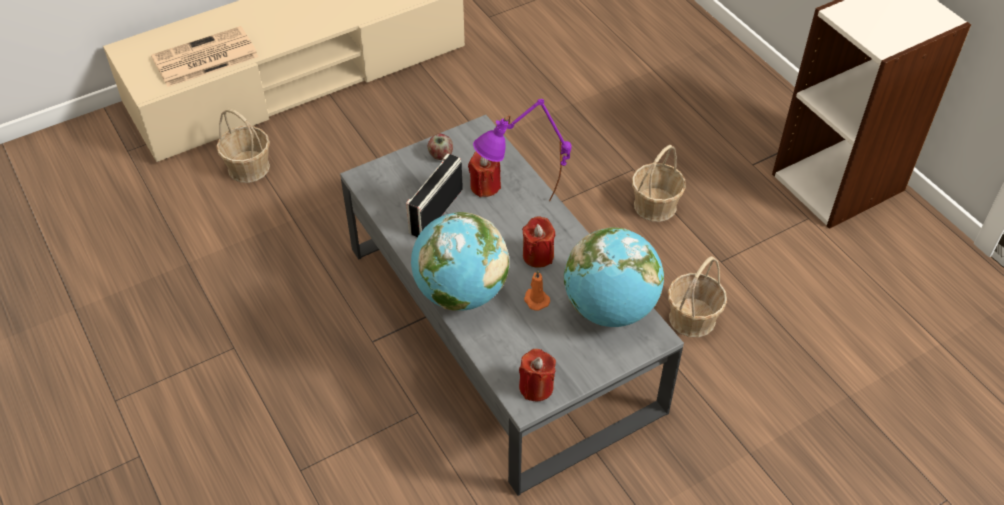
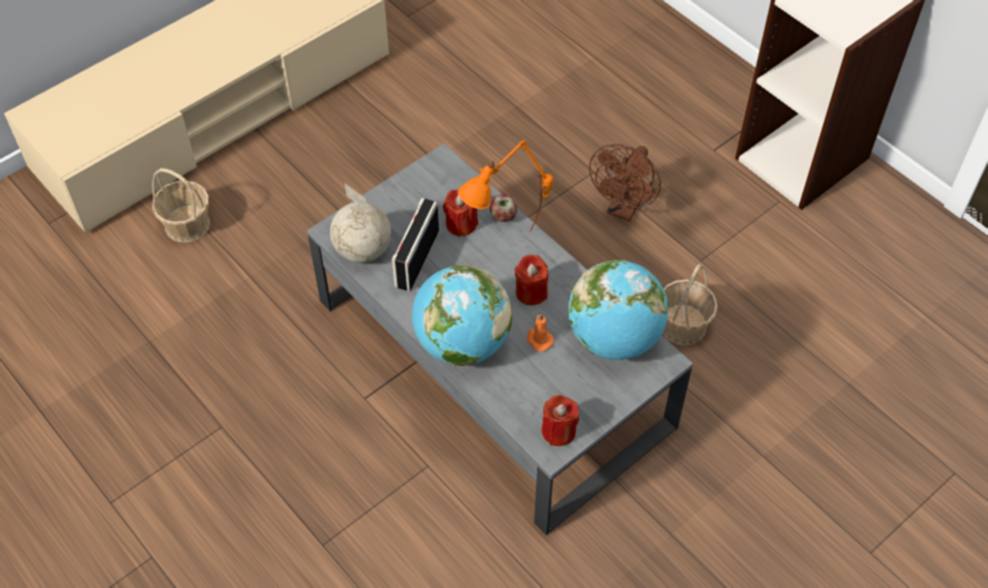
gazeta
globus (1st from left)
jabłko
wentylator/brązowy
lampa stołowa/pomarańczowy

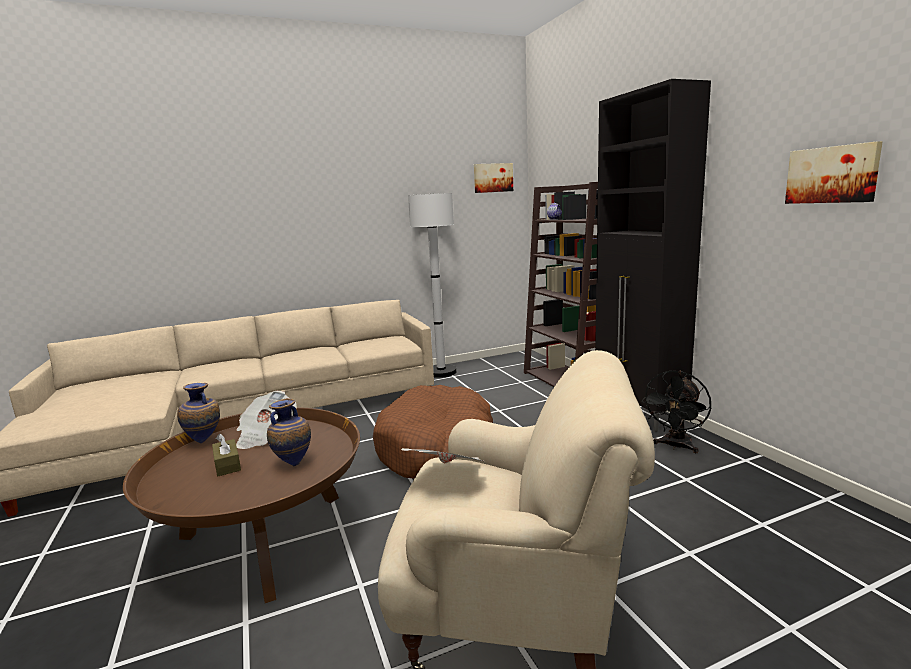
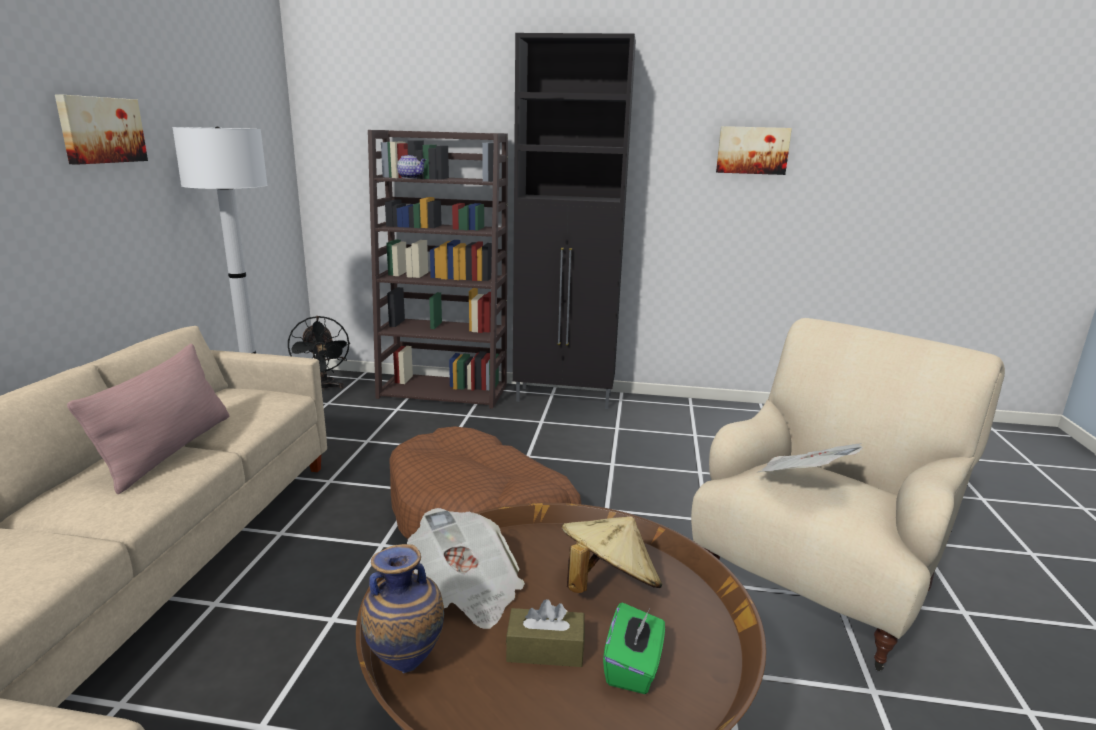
poduszka/różowy
pudełko chusteczek/zielony
obraz (1st from left)
wentylator/czarny
kapelusz/beżowy

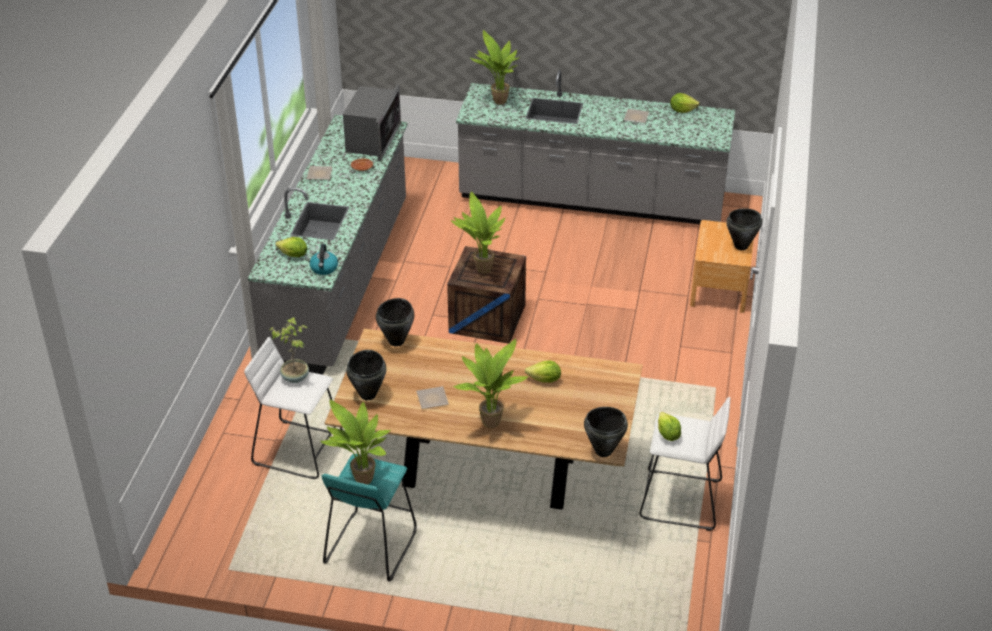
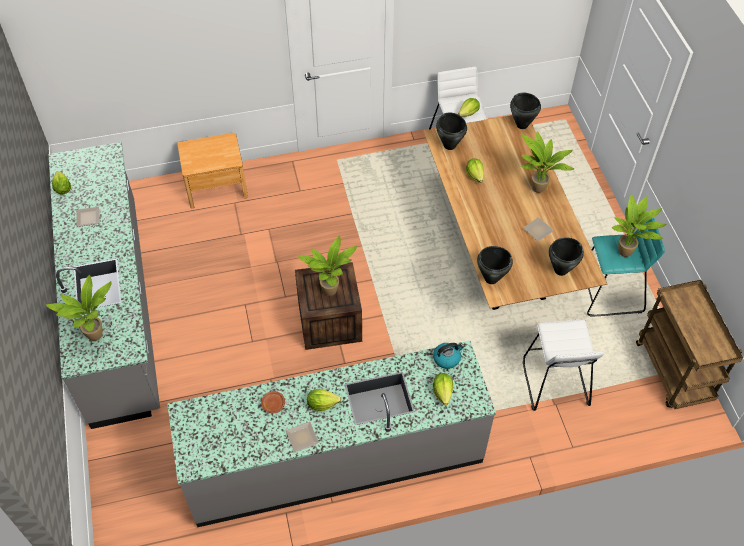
roślina doniczkowa (1st from left in the first image)
mikrofalówka
sałata (2nd from left)
wózek/brązowy
garnek/czarny (1st from left)

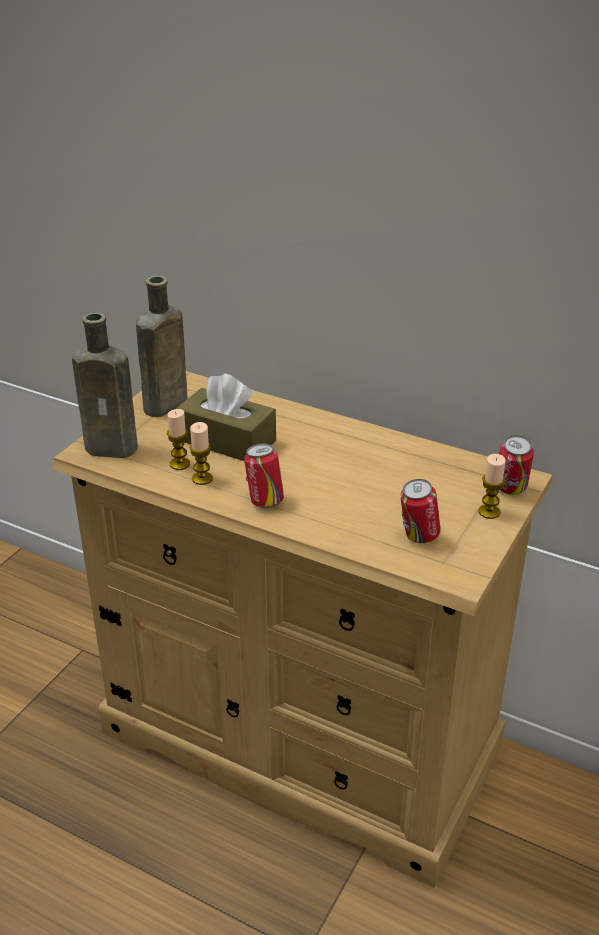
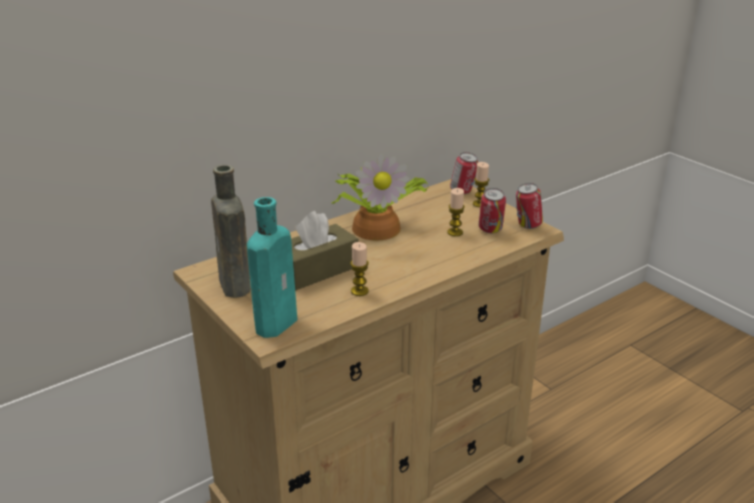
roślina doniczkowa
świeca (2nd from left)
puszka (3rd from left)
butelka/turkusowy

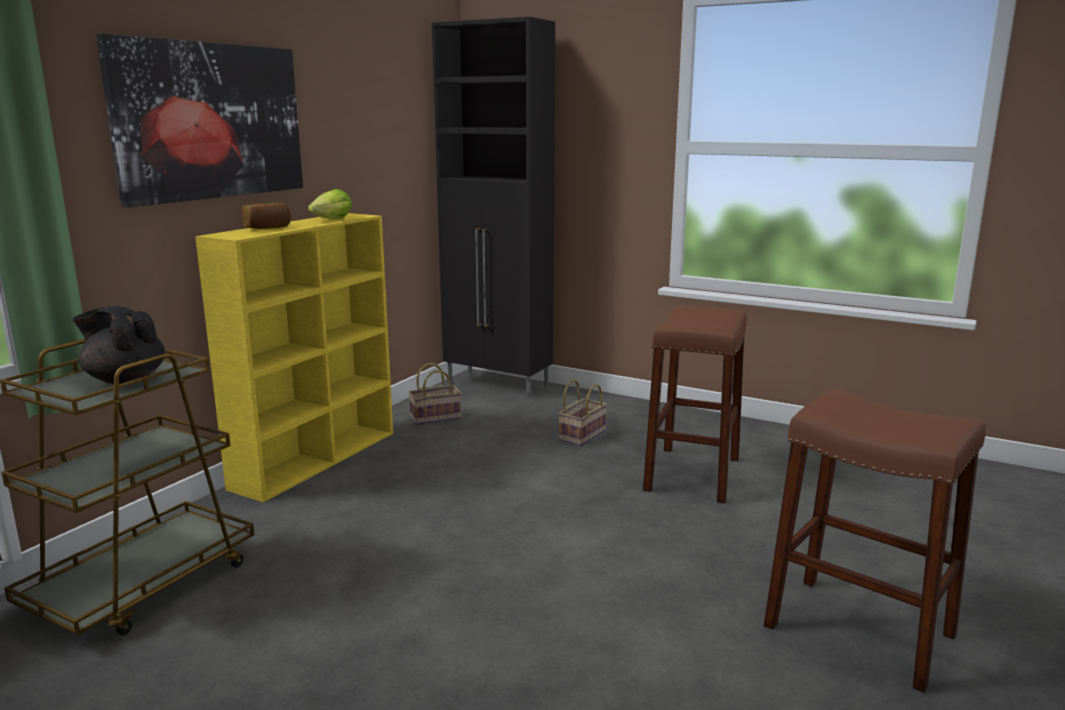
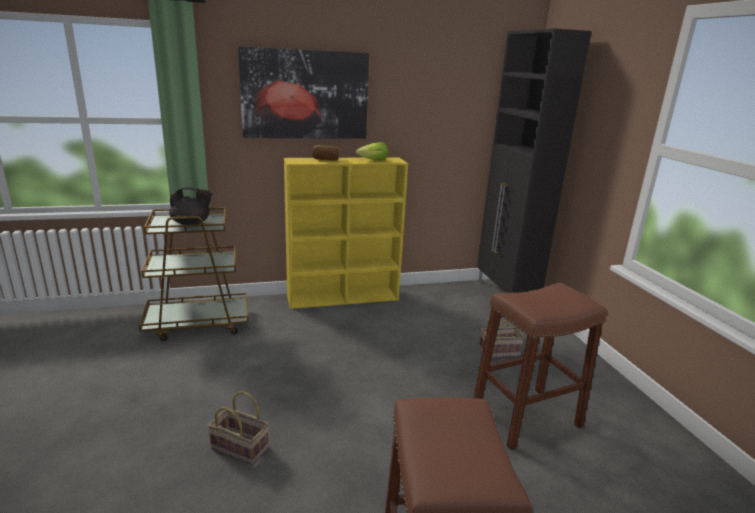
koszyk (1st from left)
imbryk/czarny

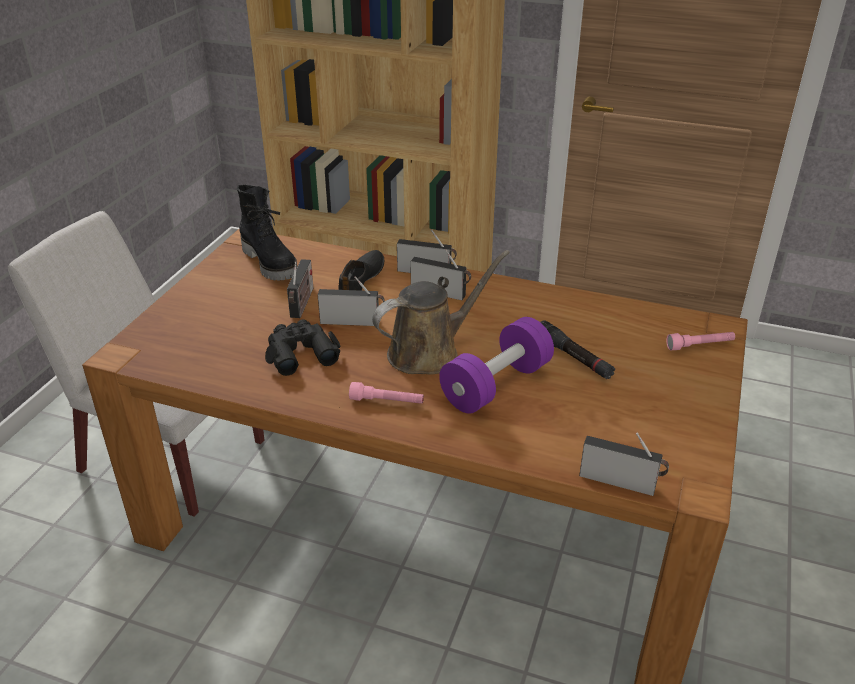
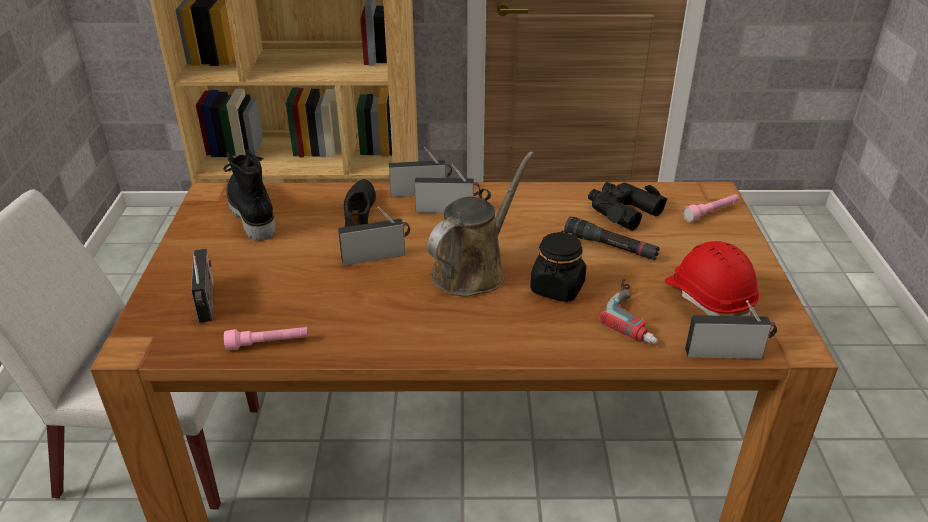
wiertarka
kask/czerwony
lornetka/czarny
radio (1st from left)
latarka/różowy (1st from left)
słoik/czarny
but z cholewką/czarny

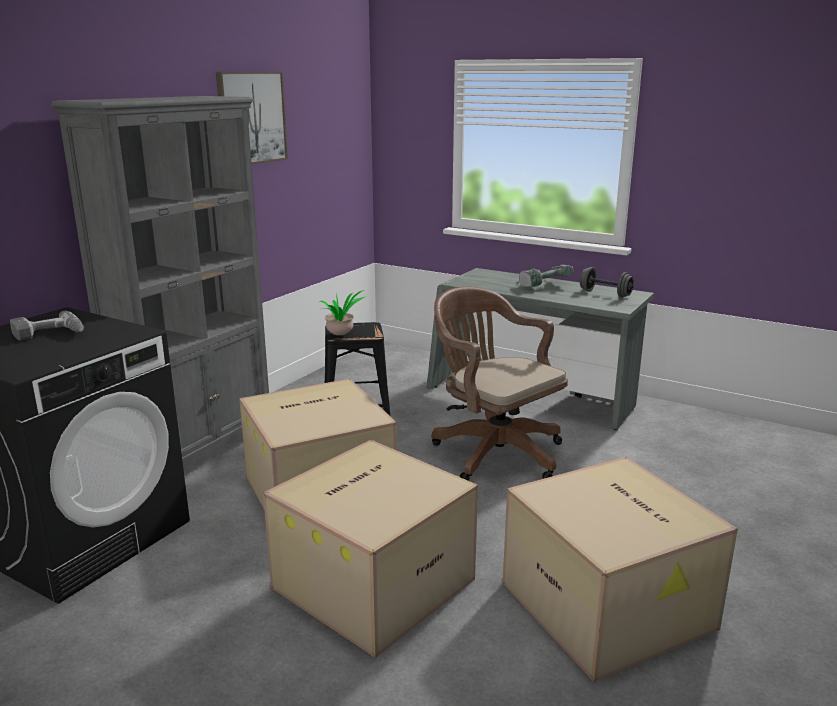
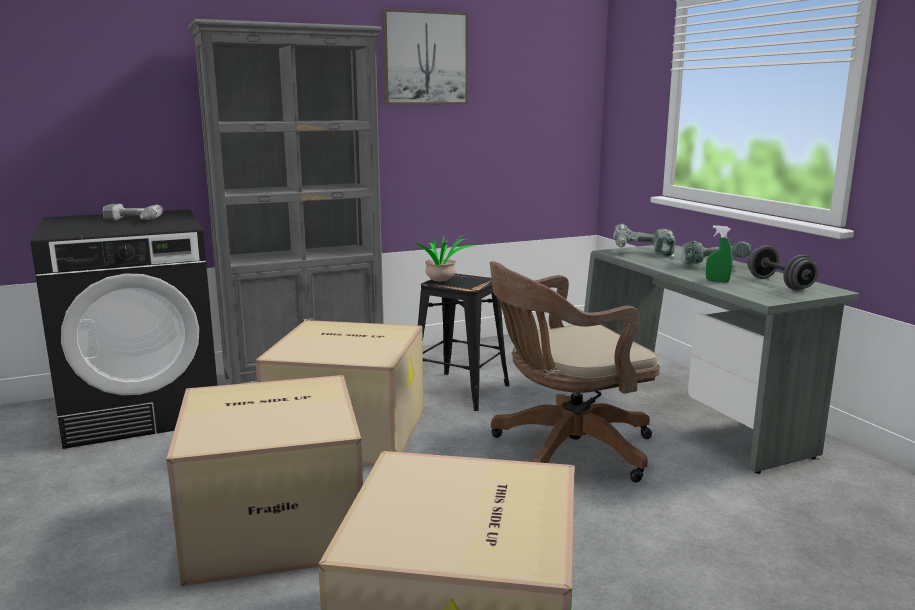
wiertarka (2nd from left)
spryskiwacz/zielony
krzesło biurowe/brązowy

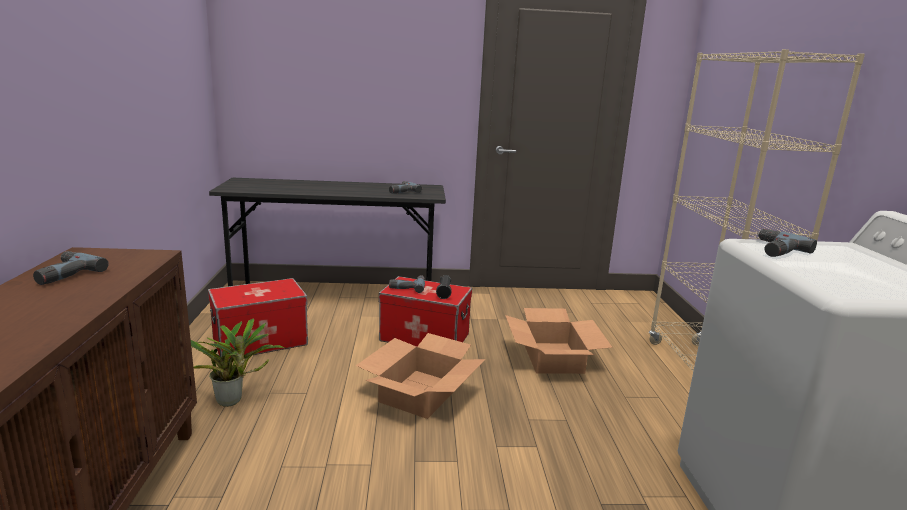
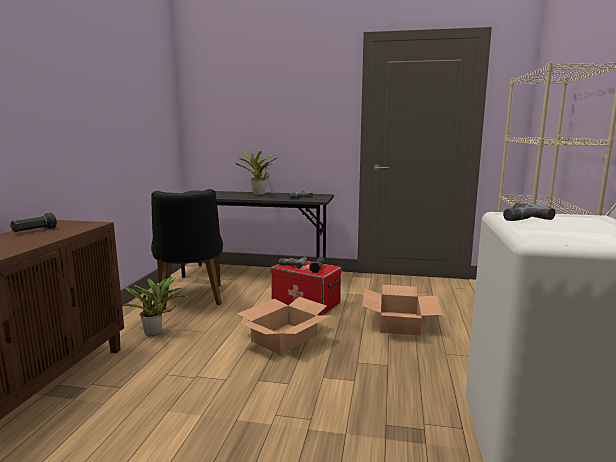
roślina doniczkowa (2nd from left)
latarka/czarny (1st from left)
krzesło/czarny

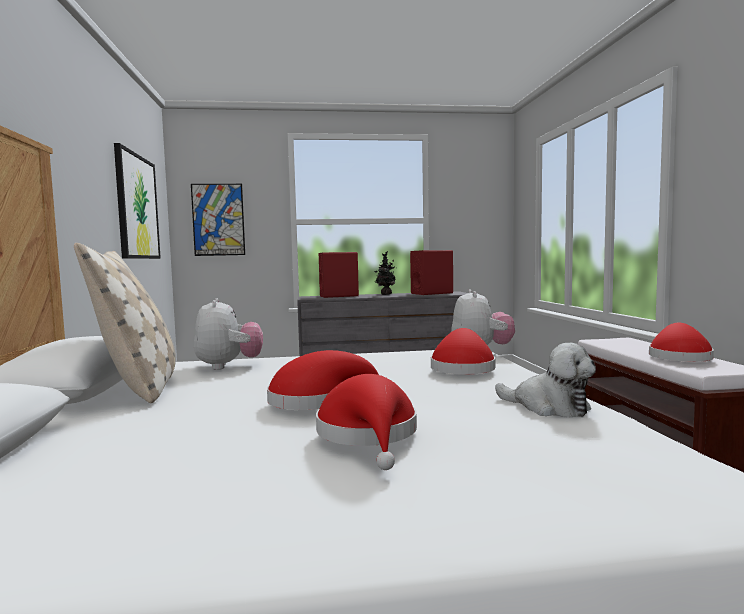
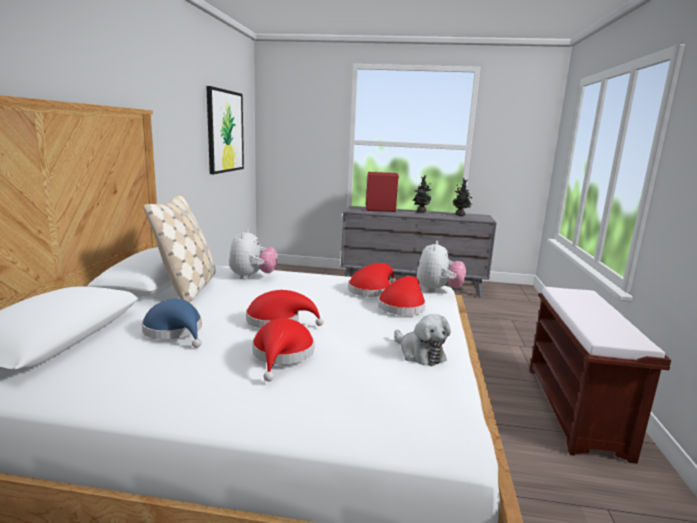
obraz (2nd from left in the first image)
kapelusz/niebieski
kapelusz/czerwony (3rd from left)
roślina doniczkowa (2nd from left)

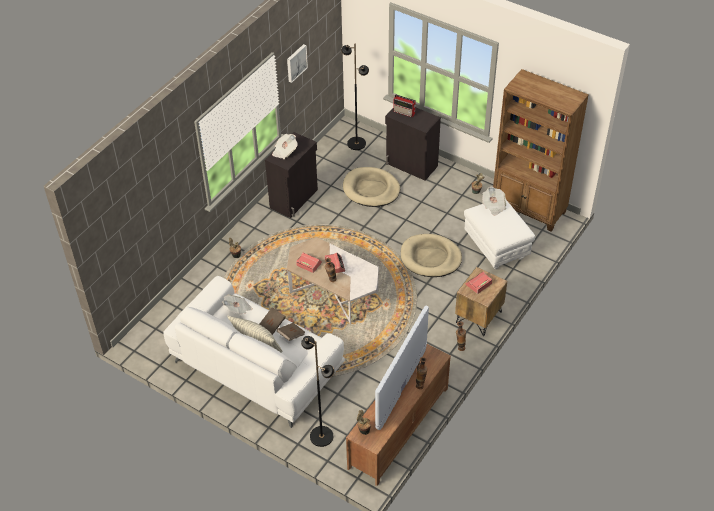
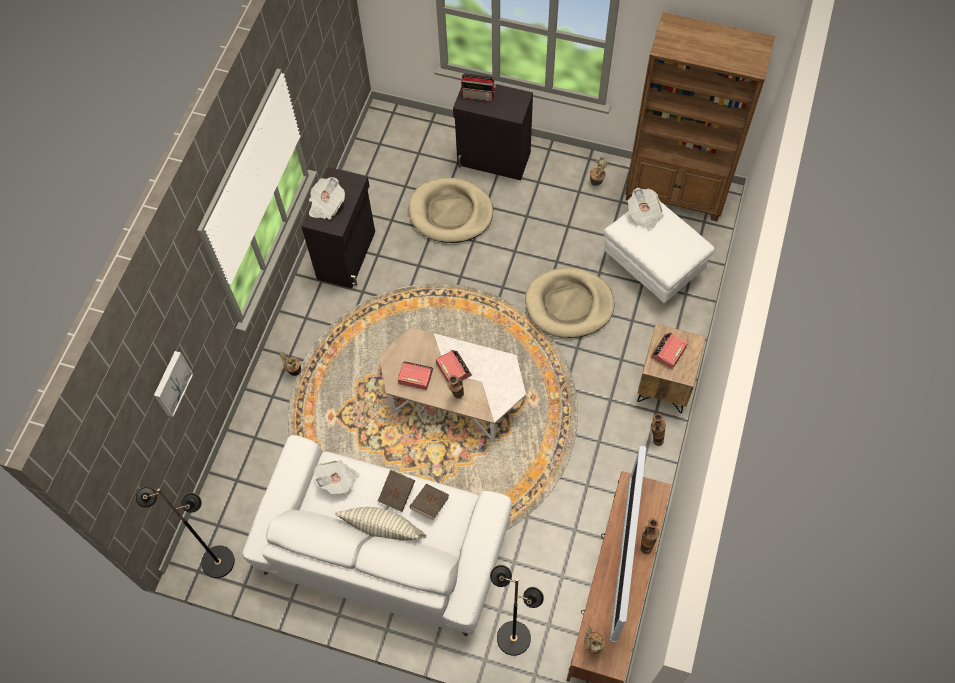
obraz
lampa stojąca/czarny (1st from left)

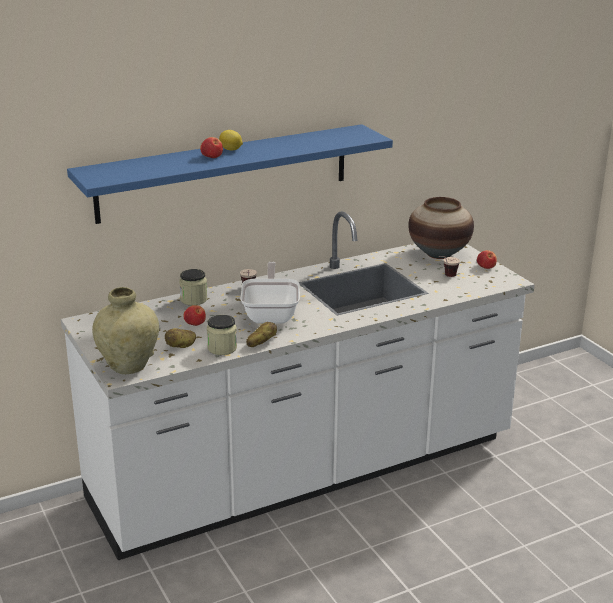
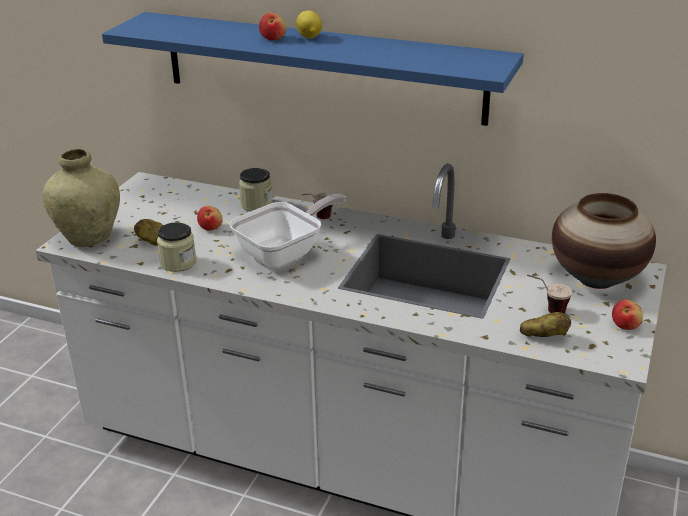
ziemniak (2nd from left)

